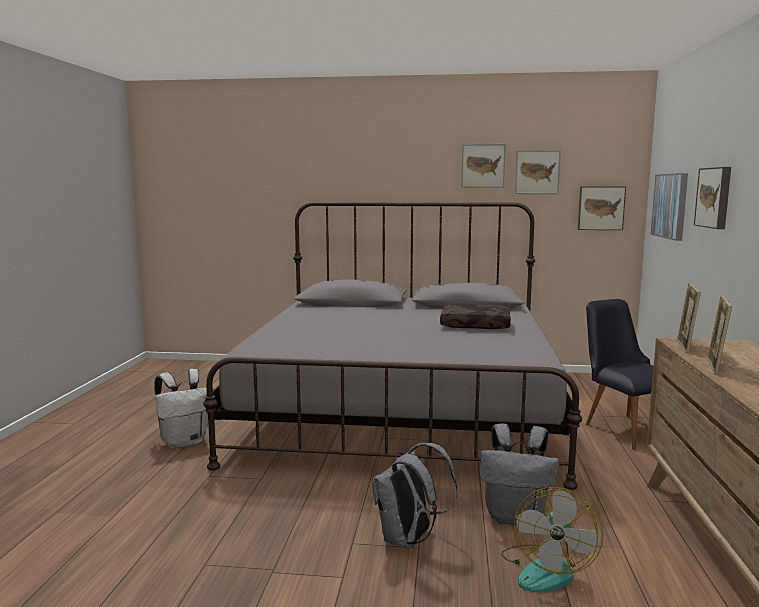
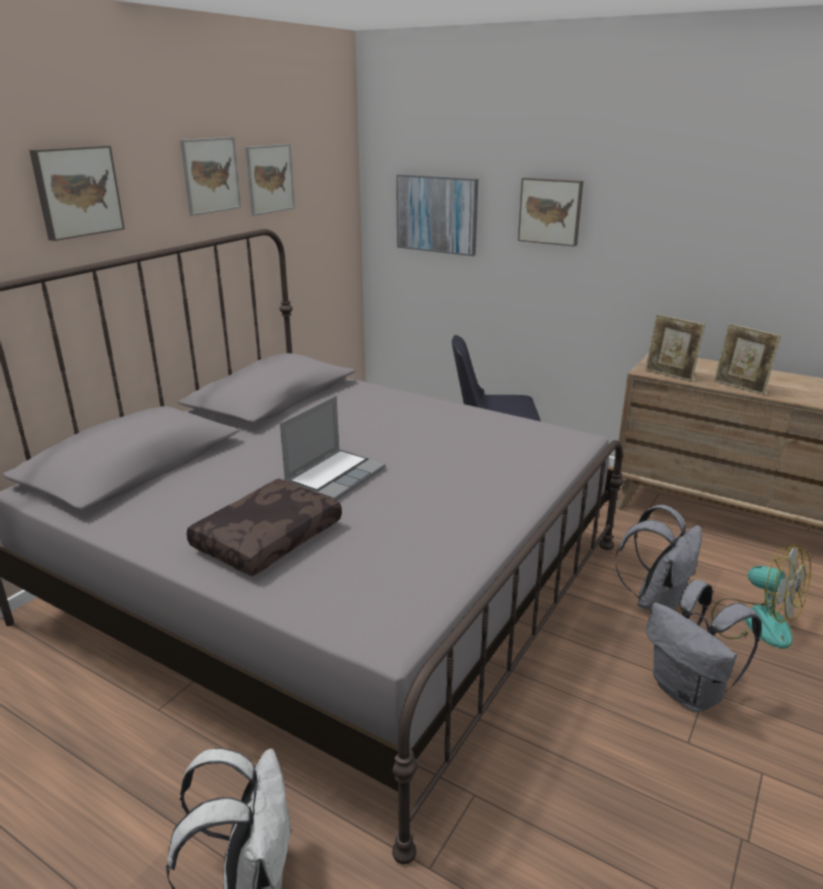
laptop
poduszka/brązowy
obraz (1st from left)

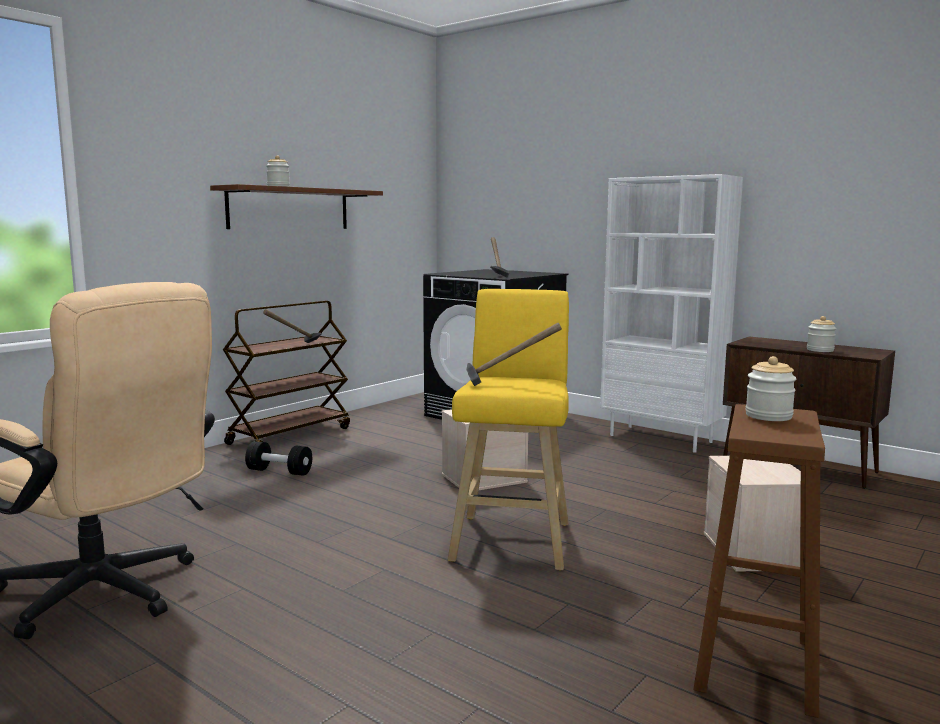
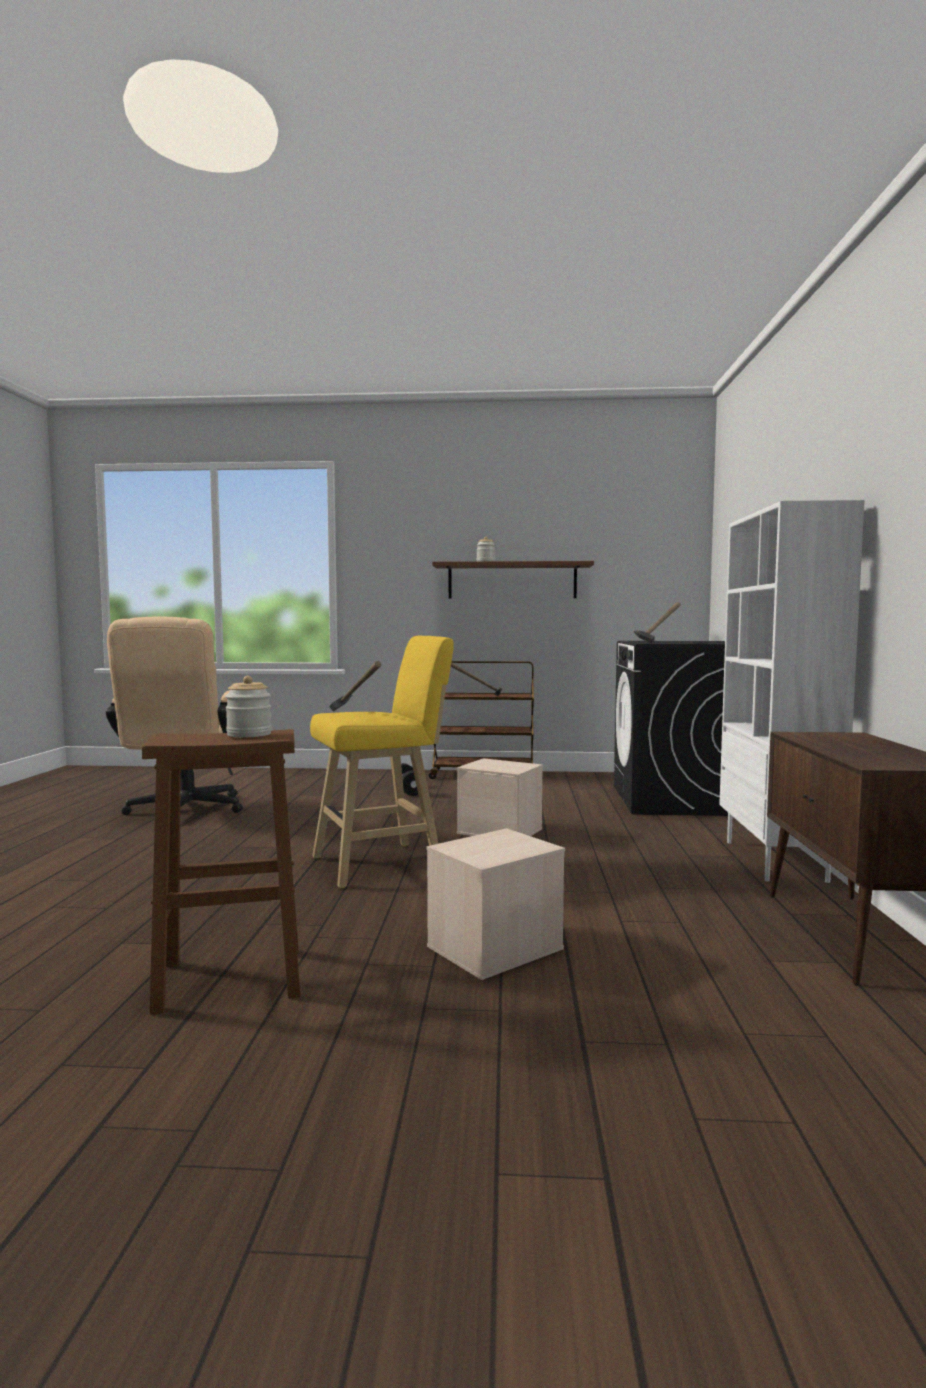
słoik (3rd from left in the first image)

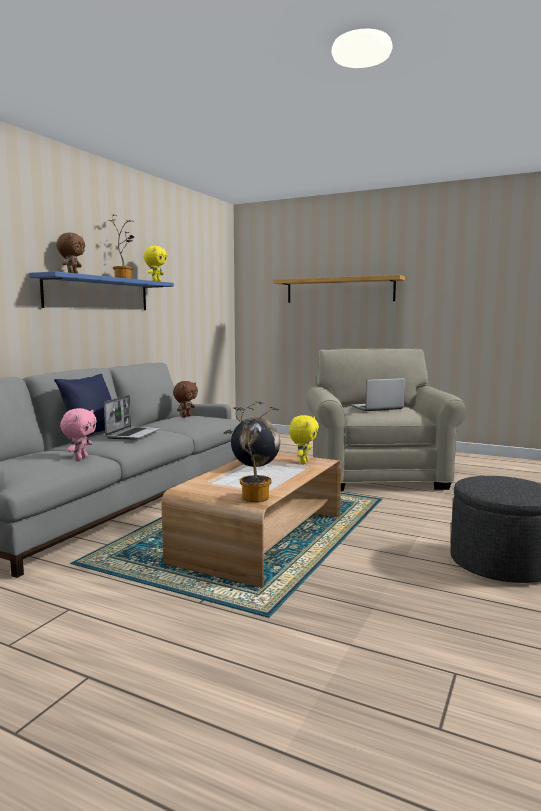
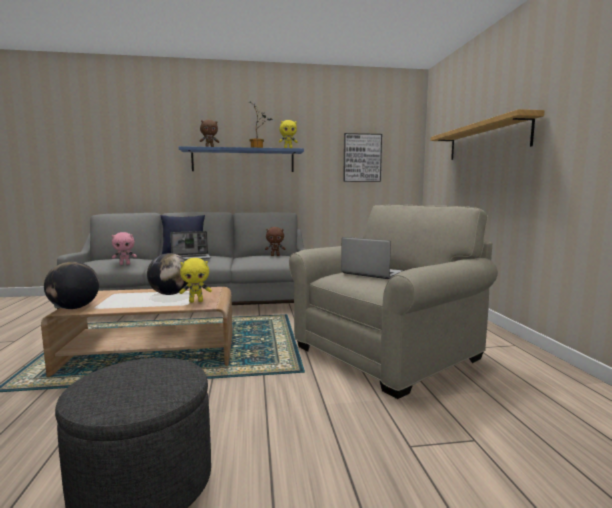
obraz
globus (1st from left)

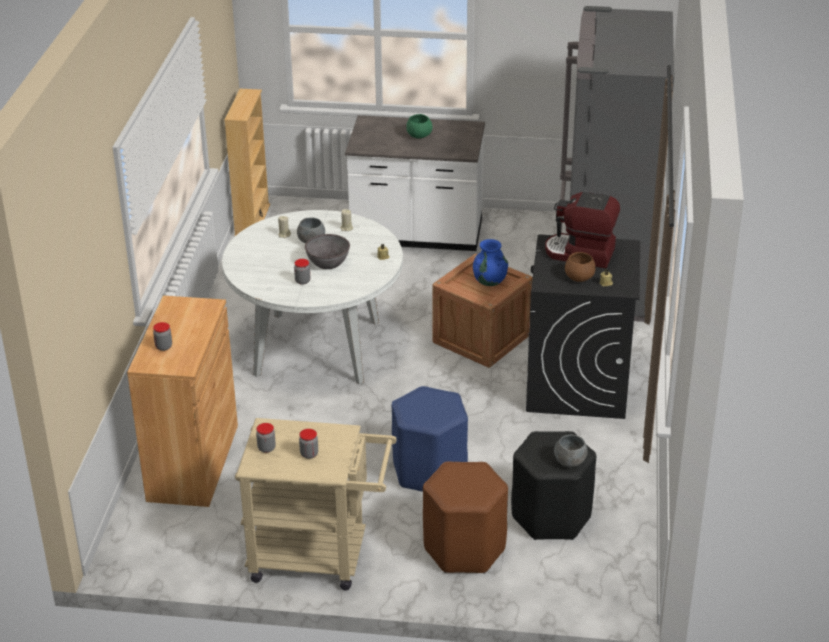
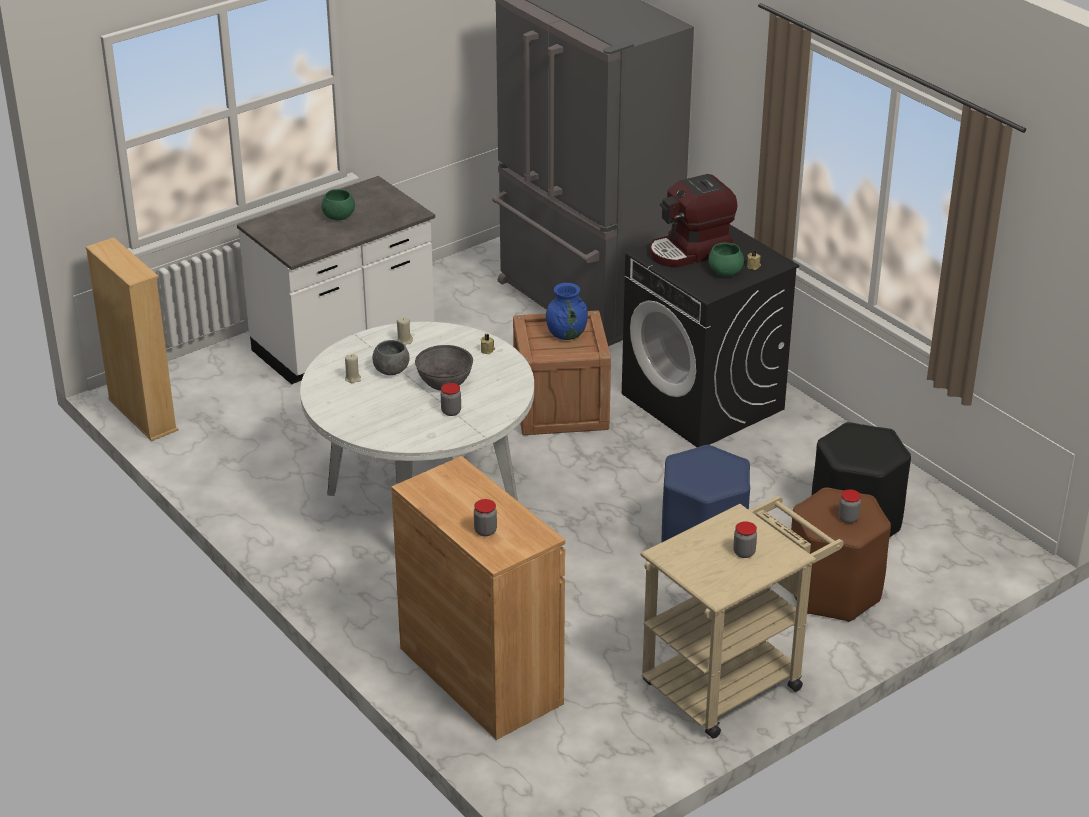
miska/szary (3rd from left in the first image)
słoik (4th from left)
miska/zielony (2nd from left)

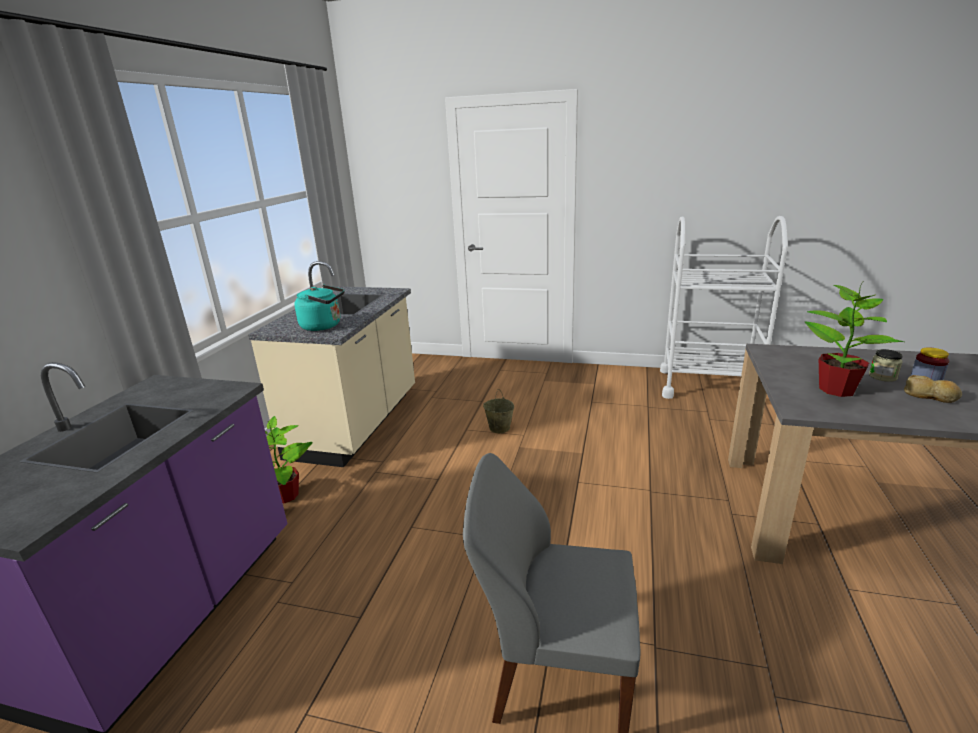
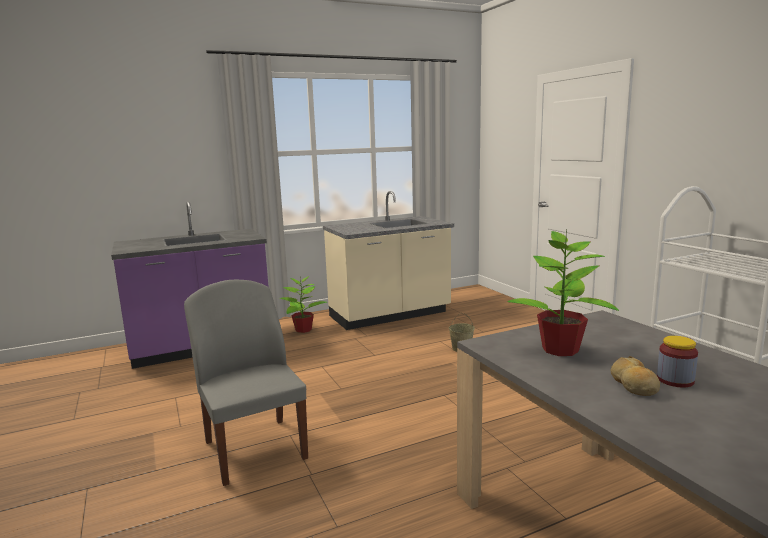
czajnik/turkusowy
słoik (1st from left in the first image)

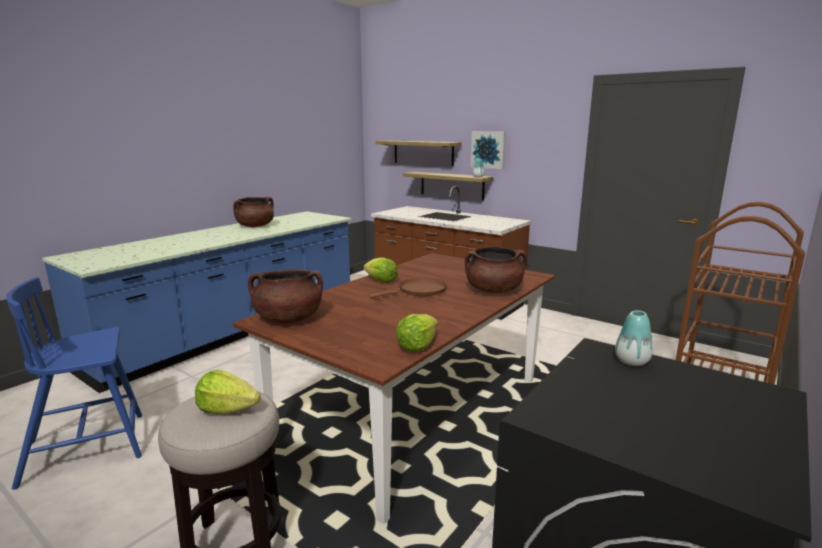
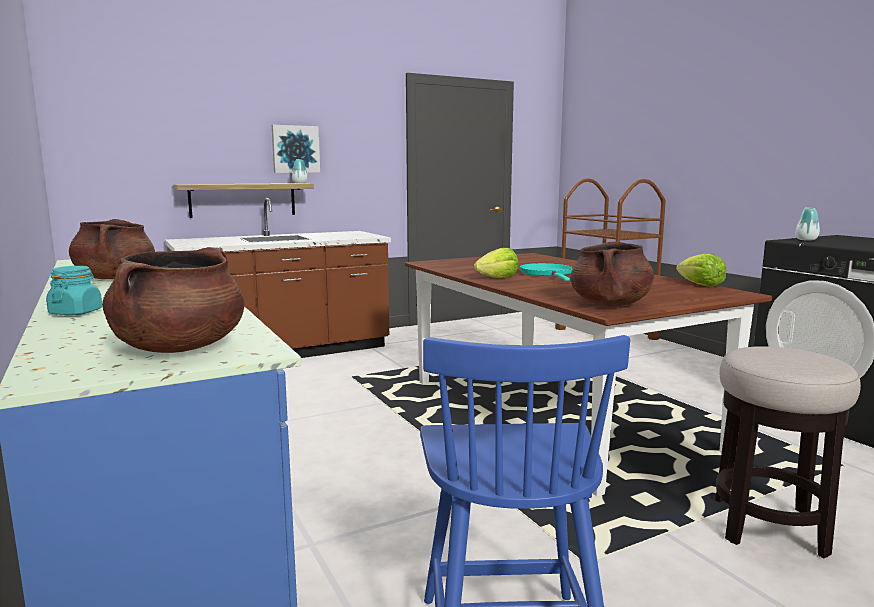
sałata (1st from left in the first image)
półka (1st from left in the first image)
słoik/turkusowy
garnek/brązowy (2nd from left)
patelnia/turkusowy

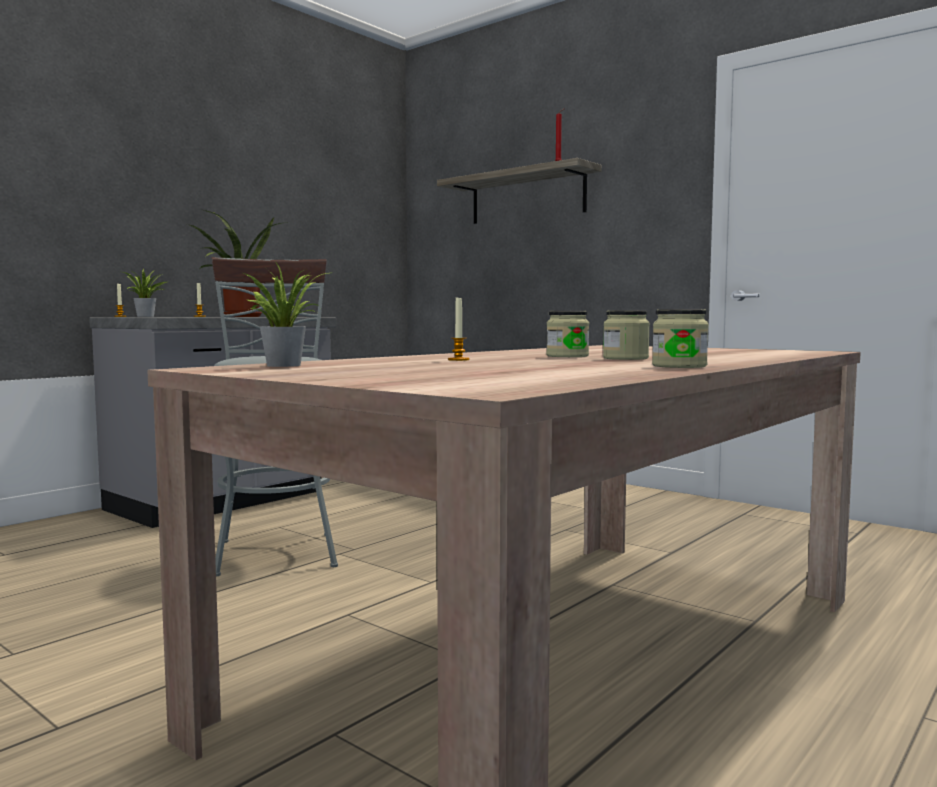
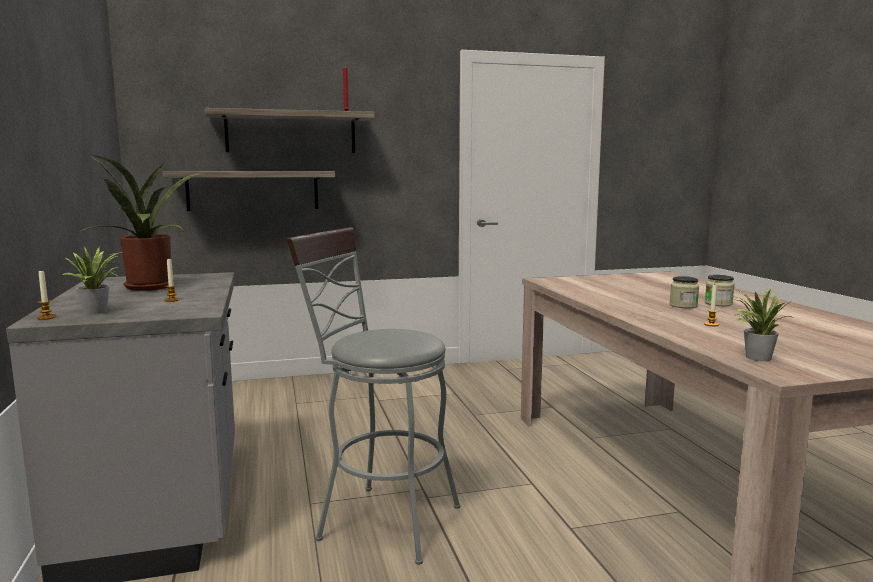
słoik (3rd from left in the first image)
półka (1st from left)

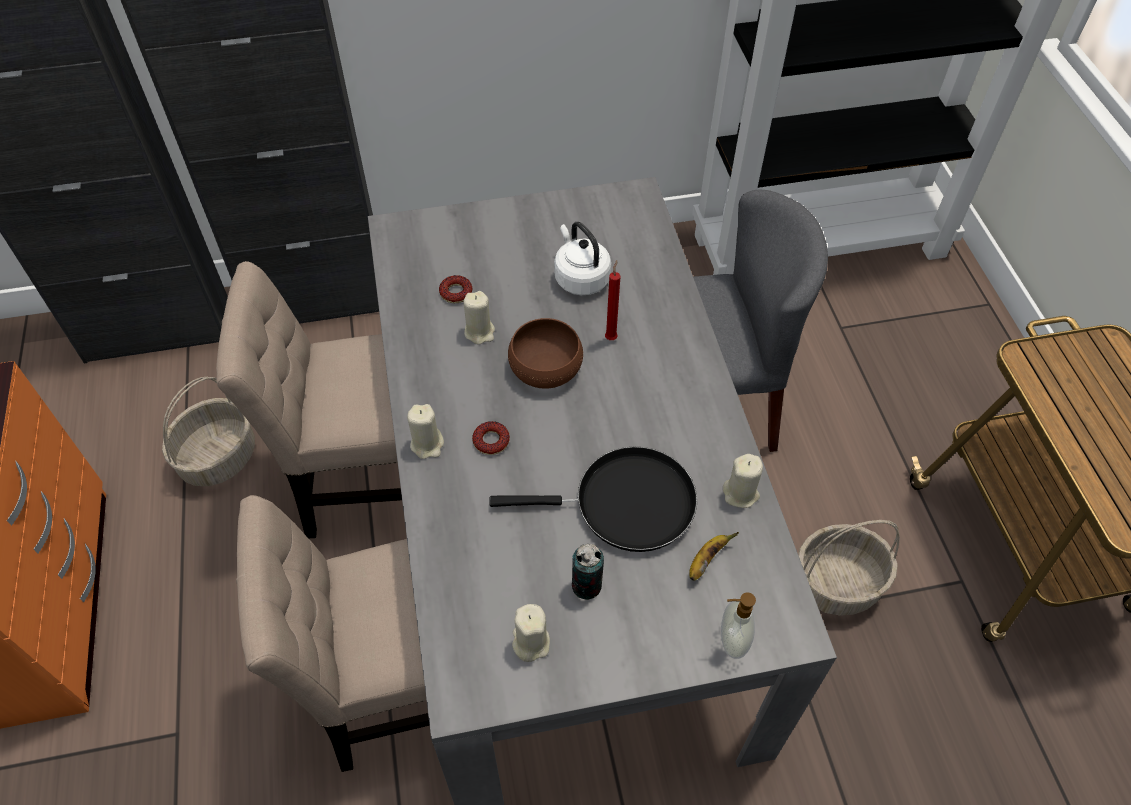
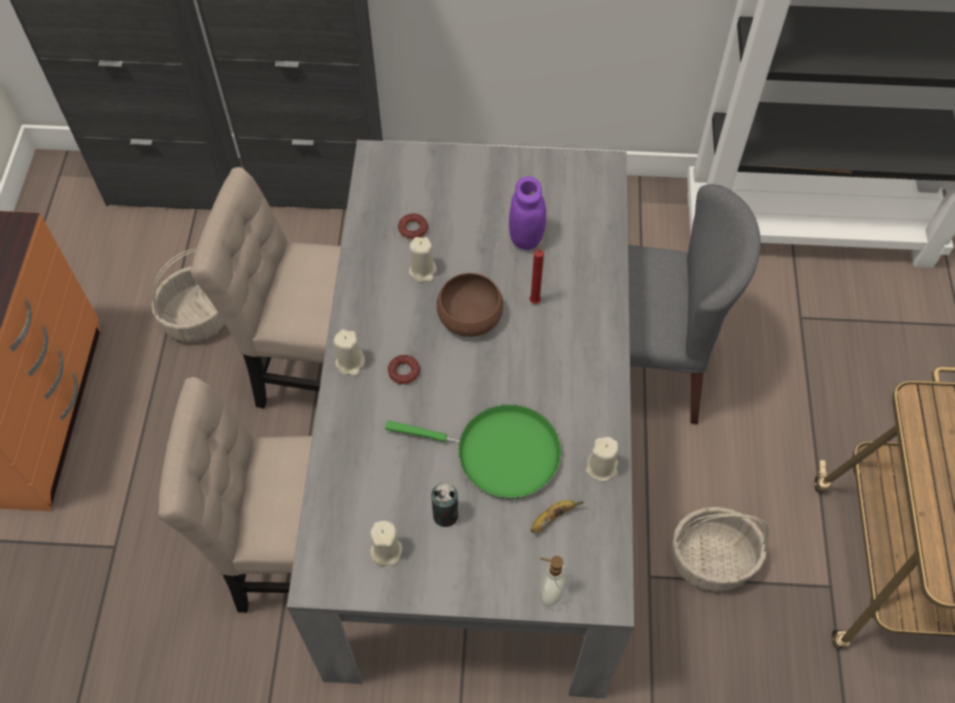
słoik/fioletowy
patelnia/zielony

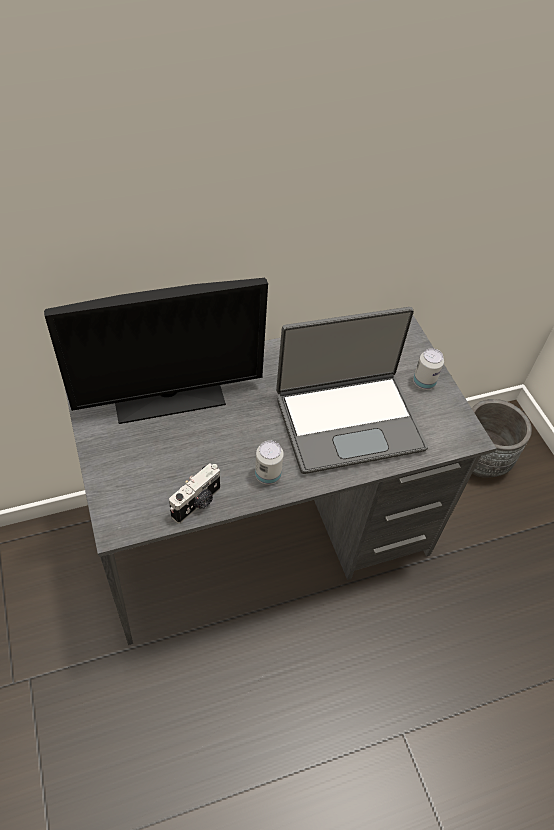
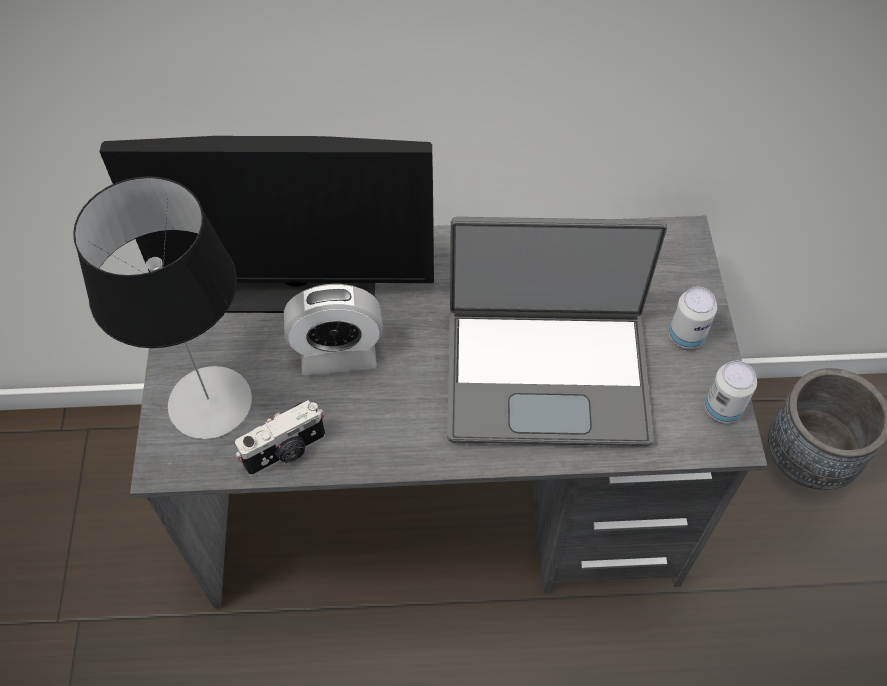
lampa stołowa
budzik
puszka (2nd from left)

